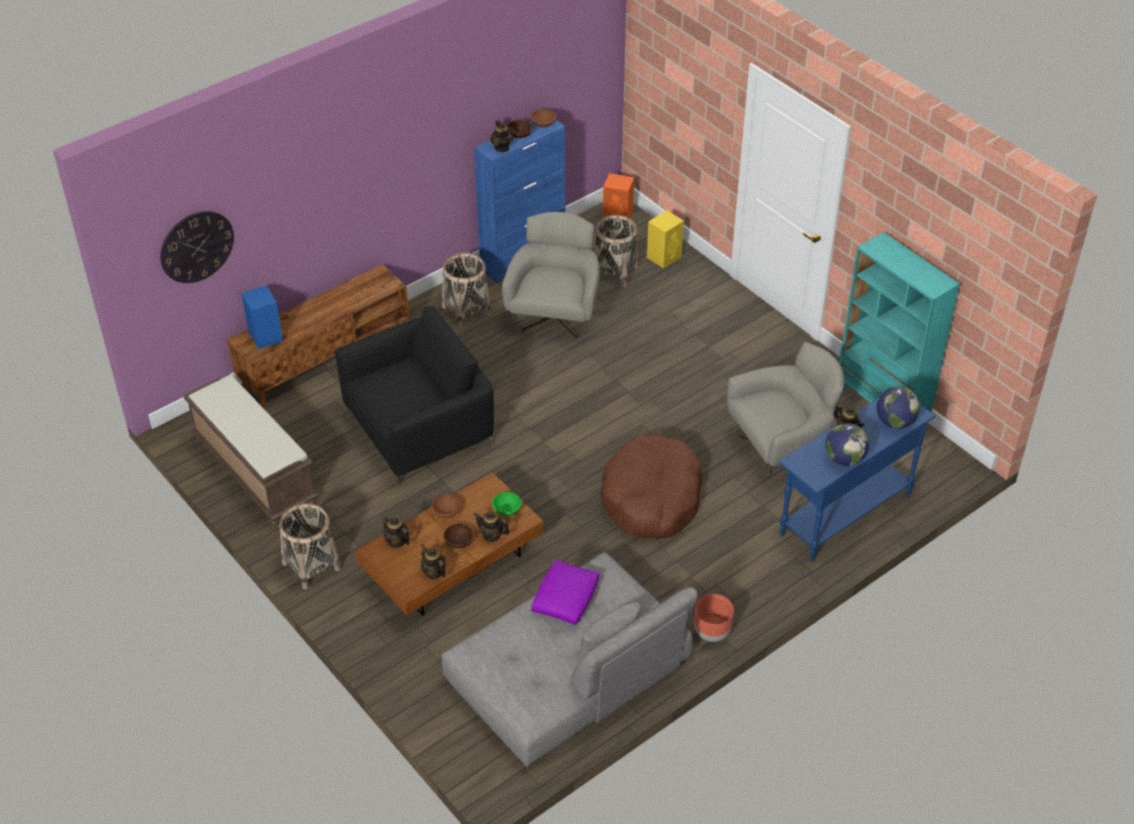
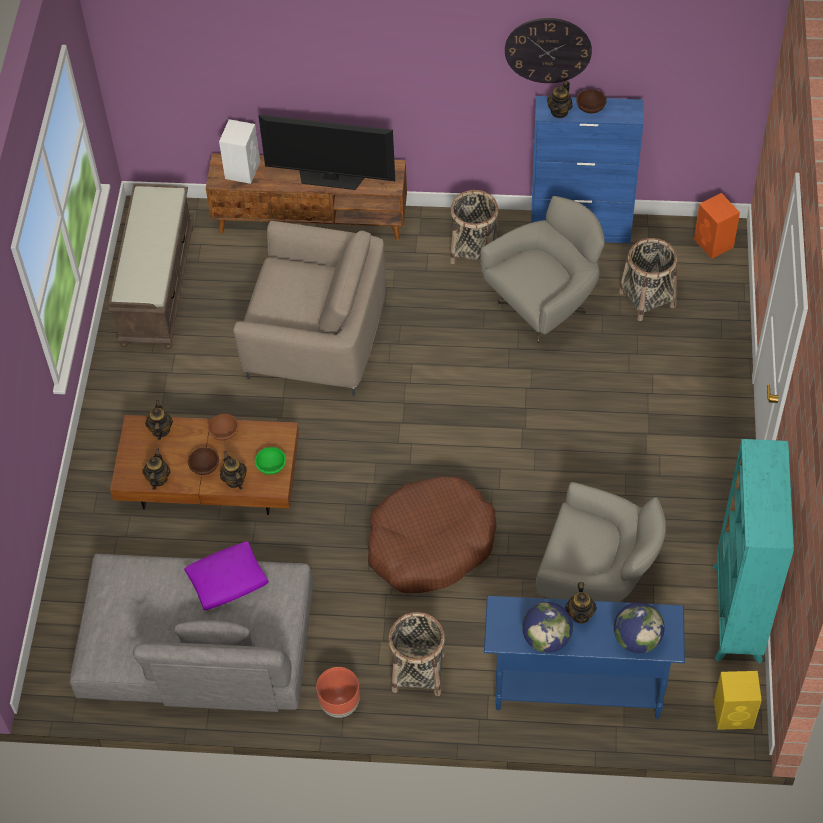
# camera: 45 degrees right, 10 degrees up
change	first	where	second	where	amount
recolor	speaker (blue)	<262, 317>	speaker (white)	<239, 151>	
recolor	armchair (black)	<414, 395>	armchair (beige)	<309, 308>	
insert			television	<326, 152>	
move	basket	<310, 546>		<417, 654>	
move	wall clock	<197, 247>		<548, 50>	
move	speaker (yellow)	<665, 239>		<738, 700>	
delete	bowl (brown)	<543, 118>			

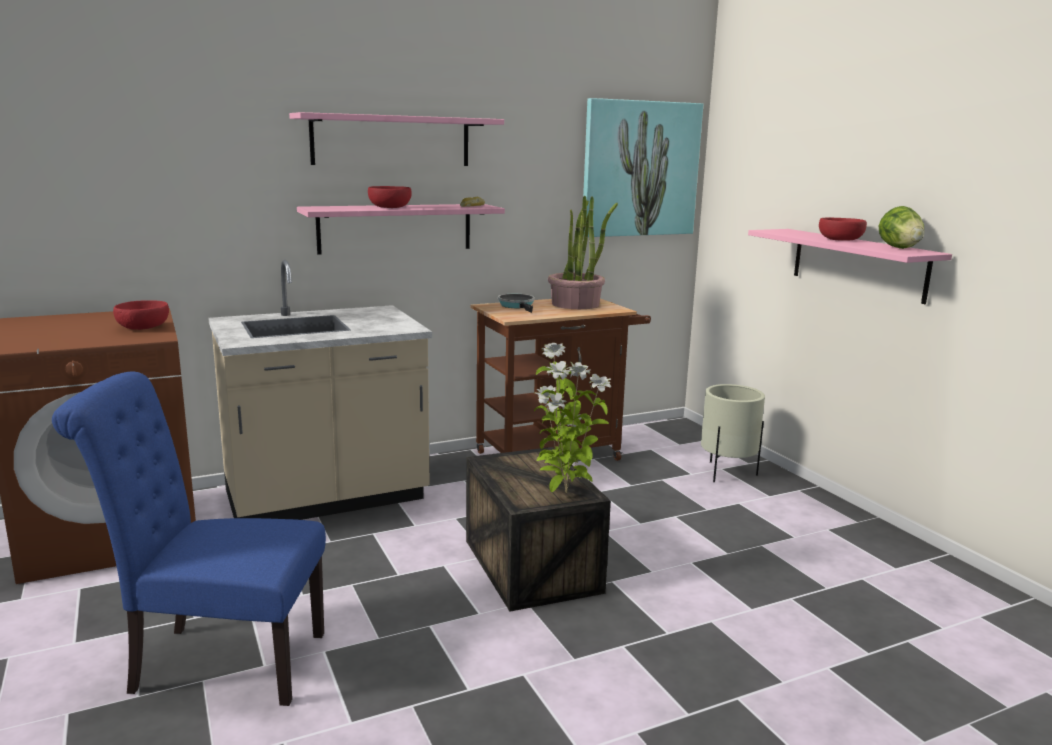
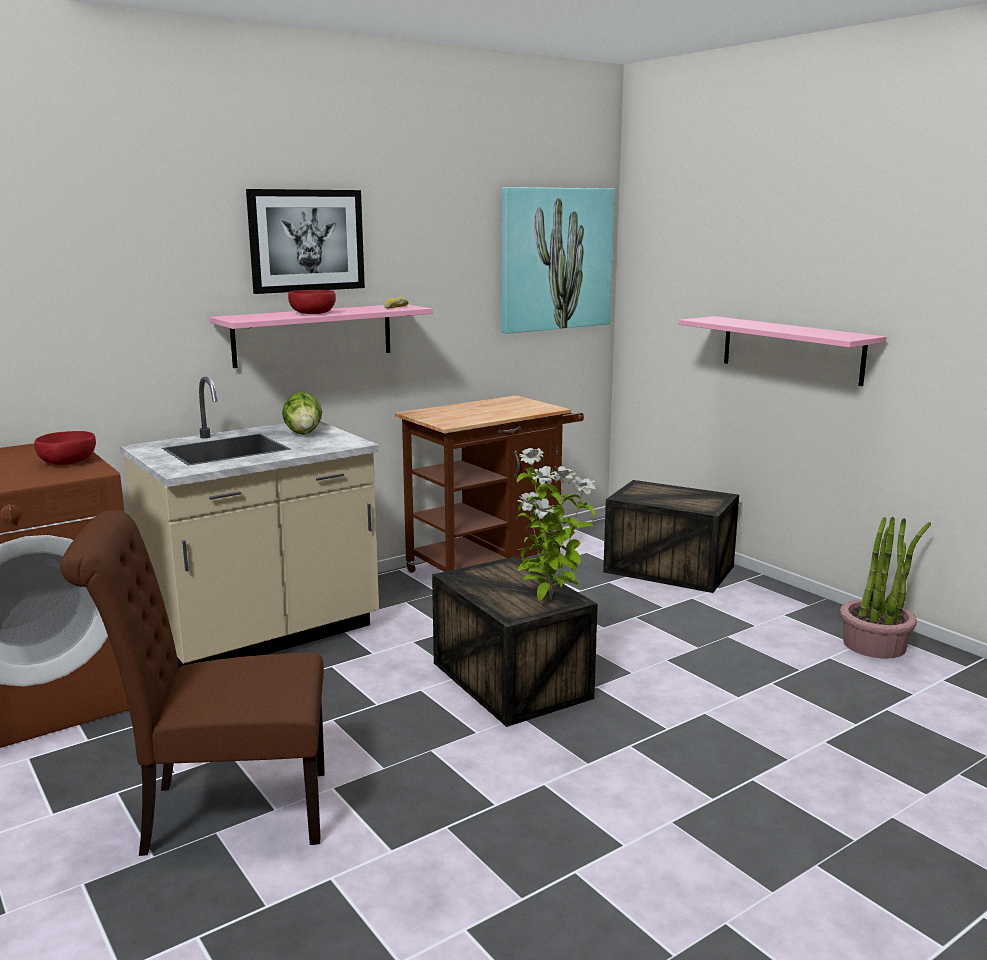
# camera: 10 degrees left, 0 degrees up
change	first	where	second	where	amount
recolor	chair (blue)	<189, 539>	chair (brown)	<192, 683>	
replace	shelf (pink)	<396, 139>	picture	<305, 241>	
move	lettuce	<901, 227>		<302, 413>	
replace	planter (beige)	<733, 433>	crate	<671, 536>	
move	potted plant	<583, 252>		<885, 588>	
delete	frying pan	<516, 303>			
delete	bowl (red)	<843, 229>			

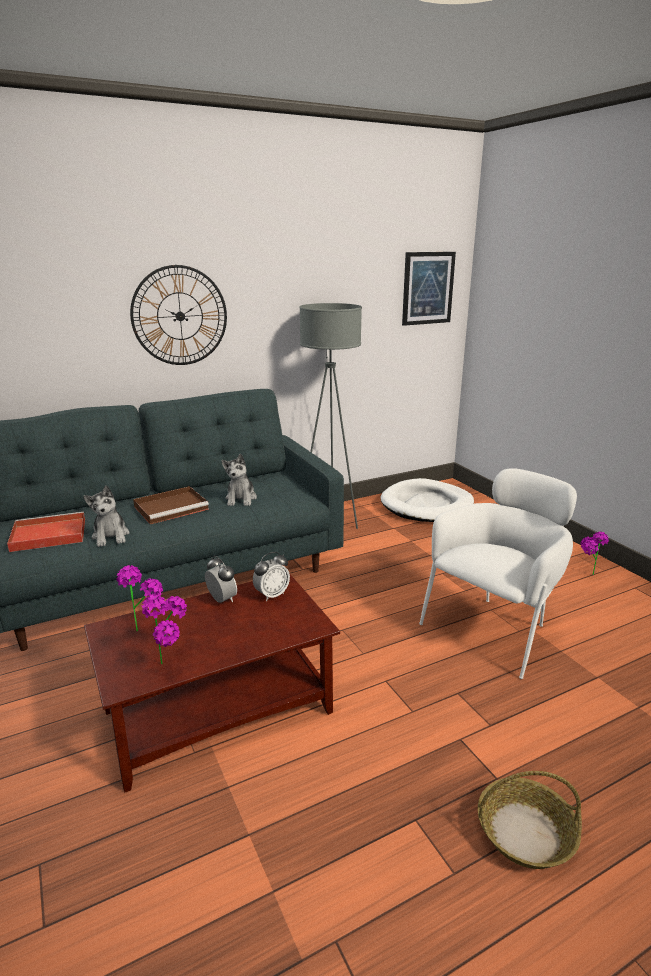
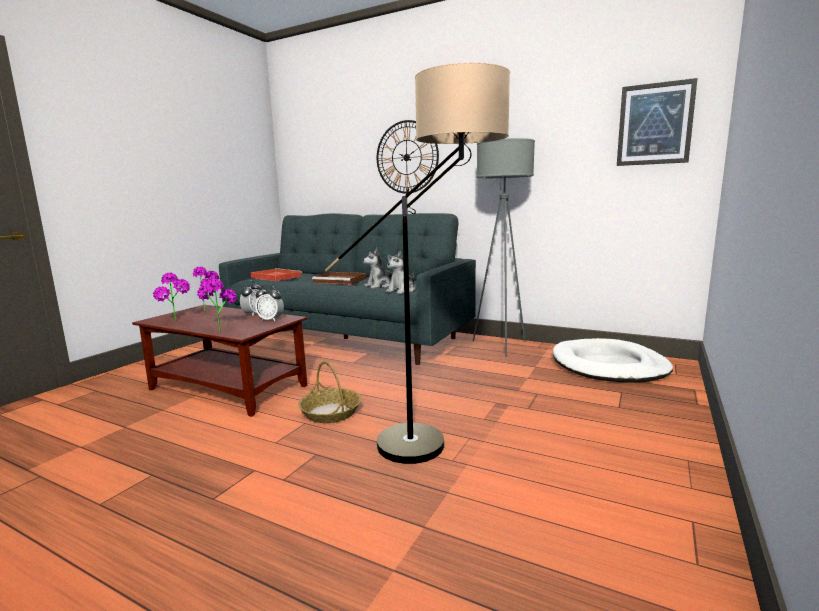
# camera: 55 degrees right, 10 degrees down
change	first	where	second	where	amount
move	potted plant	<595, 553>		<217, 305>	
move	basket	<530, 820>		<329, 392>	
replace	armchair (white)	<498, 573>	floor lamp	<417, 263>	
move	plush toy	<106, 516>		<400, 272>	

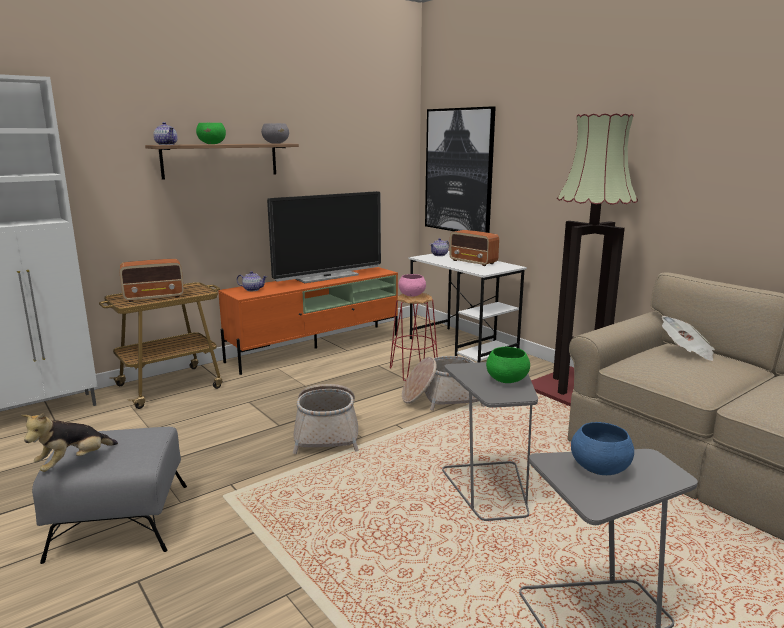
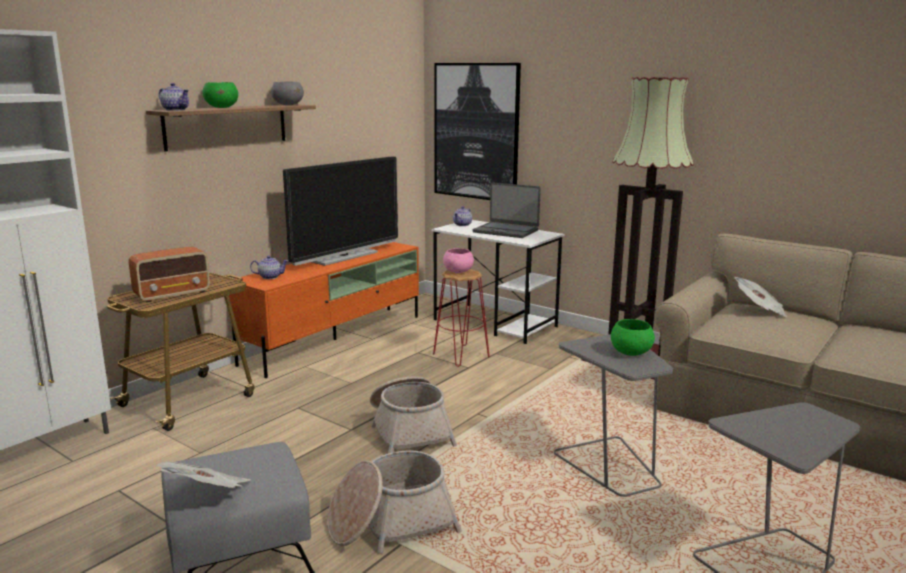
# camera: 15 degrees left, 0 degrees up
change	first	where	second	where	amount
replace	plush toy	<69, 442>	newspaper	<204, 474>	
move	basket	<443, 383>		<394, 502>	
replace	radio	<474, 248>	laptop	<507, 210>	
delete	bowl (blue)	<602, 448>			

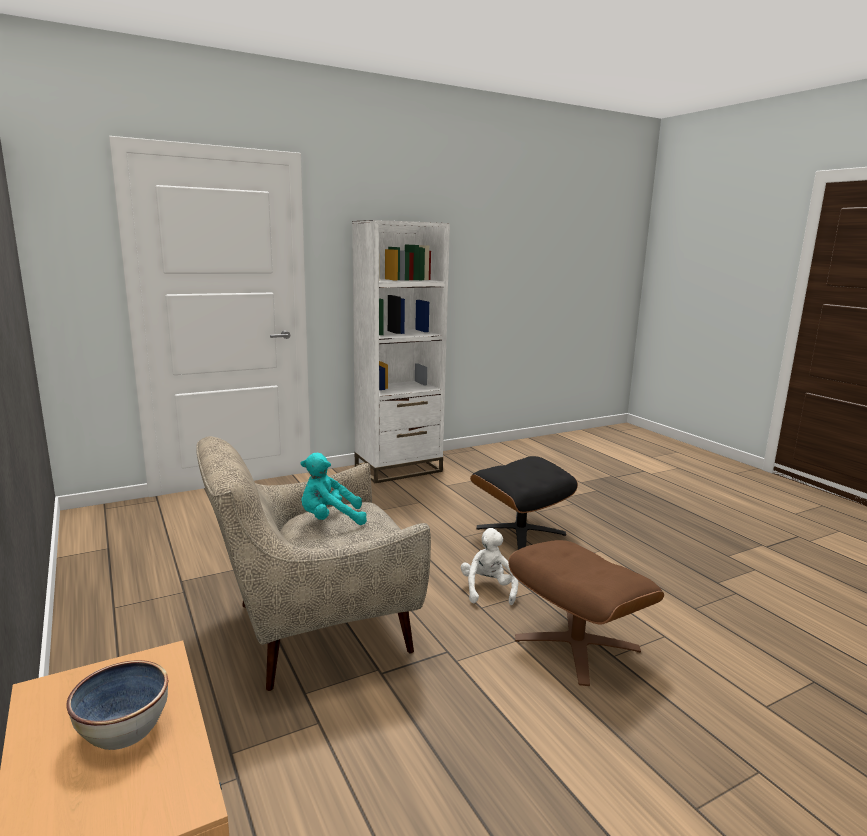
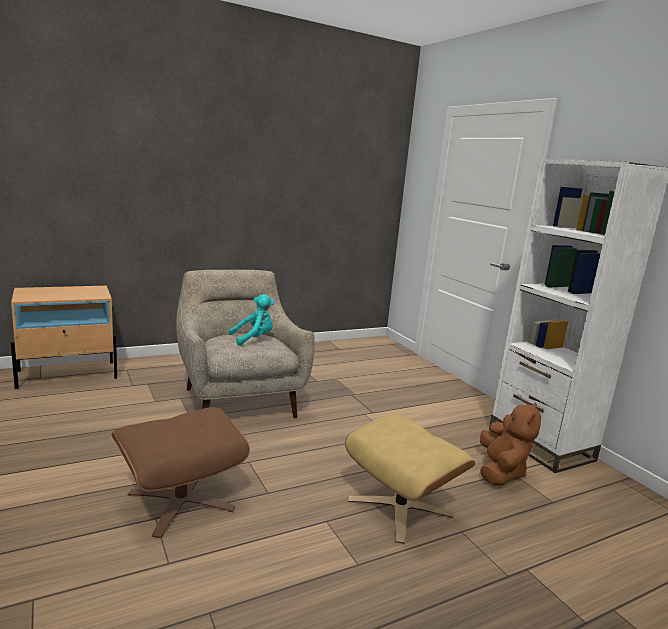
# camera: 90 degrees right, 0 degrees up
change	first	where	second	where	amount
rotate	plush toy (turquoise)	<334, 489>		<251, 320>	75 degrees clockwise
recolor	ottoman (black)	<524, 503>	ottoman (beige)	<410, 478>	
insert			plush toy (brown)	<510, 444>	
delete	bowl	<117, 705>			
delete	plush toy (white)	<489, 566>			

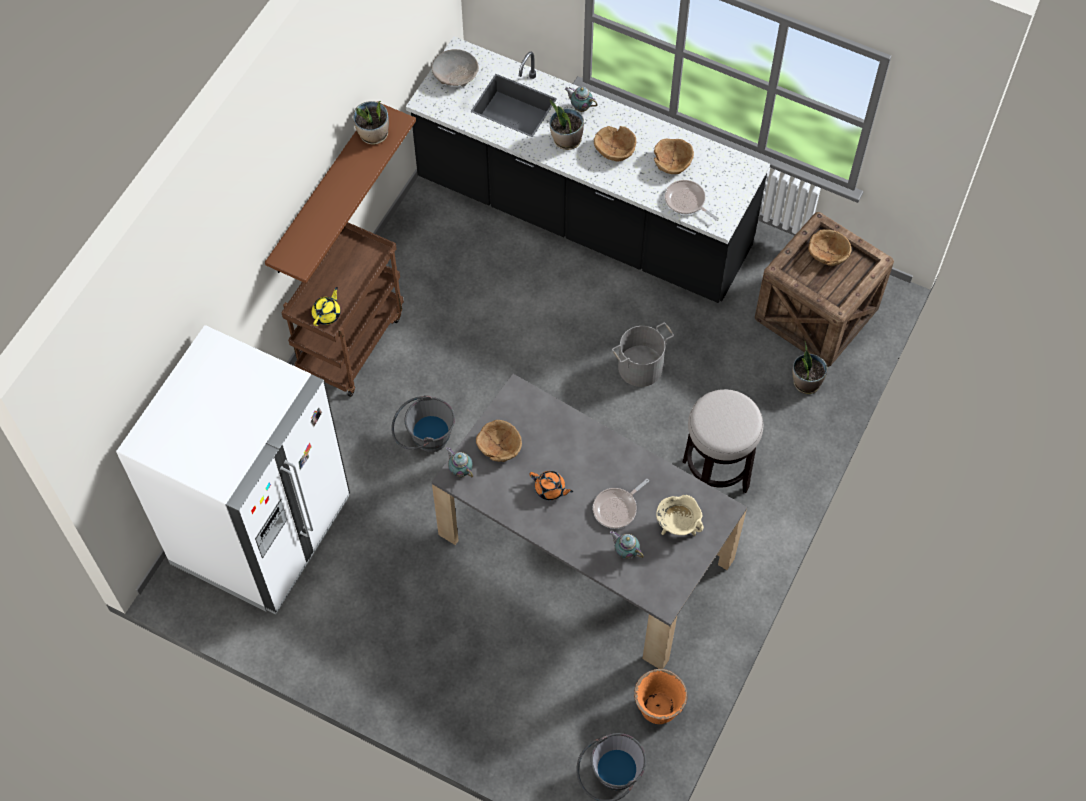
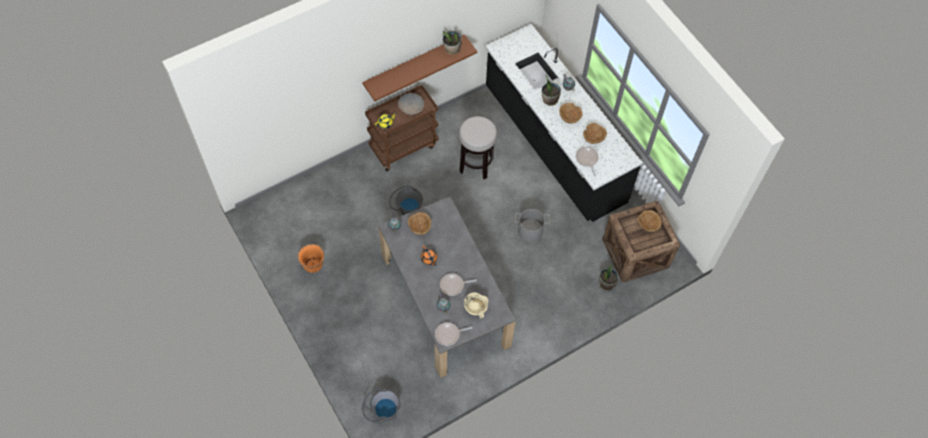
# camera: 30 degrees right, 0 degrees up
change	first	where	second	where	amount
move	planter (orange)	<661, 696>		<311, 258>	
move	bowl (beige)	<455, 68>		<411, 104>	
insert			frying pan	<453, 334>	
move	stool	<723, 441>		<478, 147>	
delete	fridge (white)	<233, 470>			

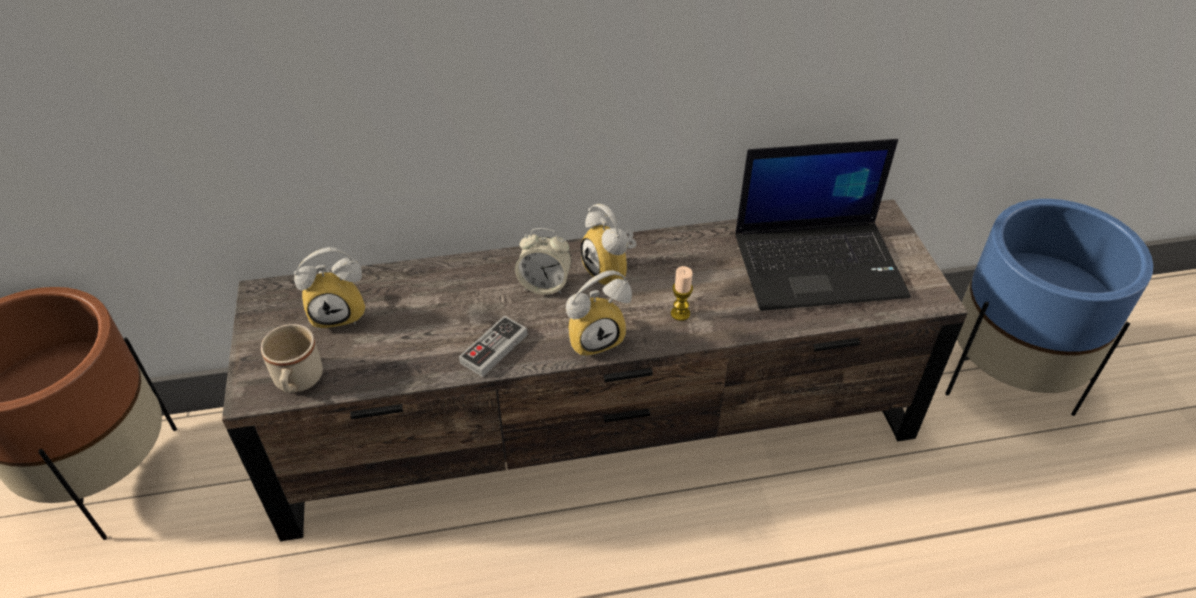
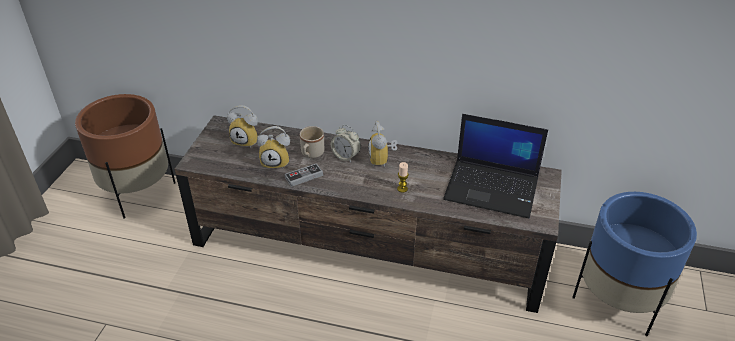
# camera: 25 degrees right, 5 degrees down
change	first	where	second	where	amount
move	alarm clock	<599, 314>		<273, 147>	
move	mug (beige)	<292, 358>		<312, 142>	

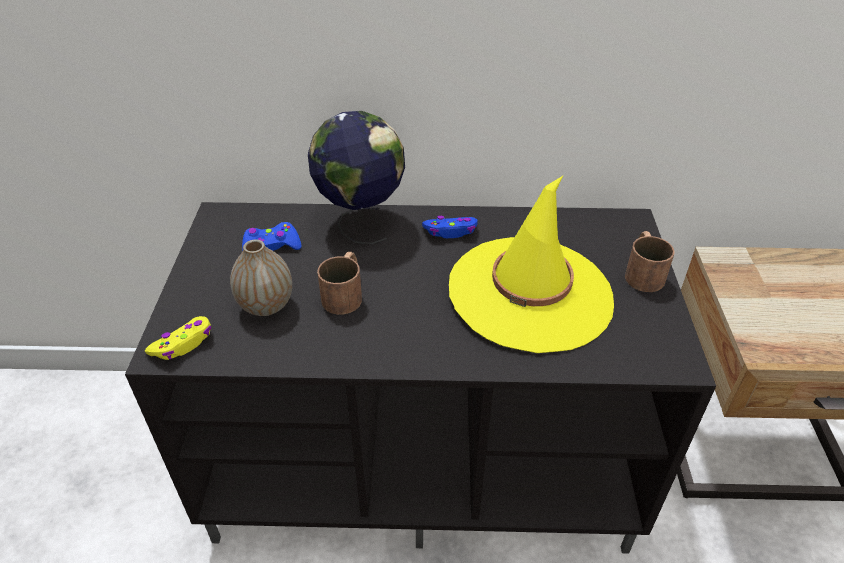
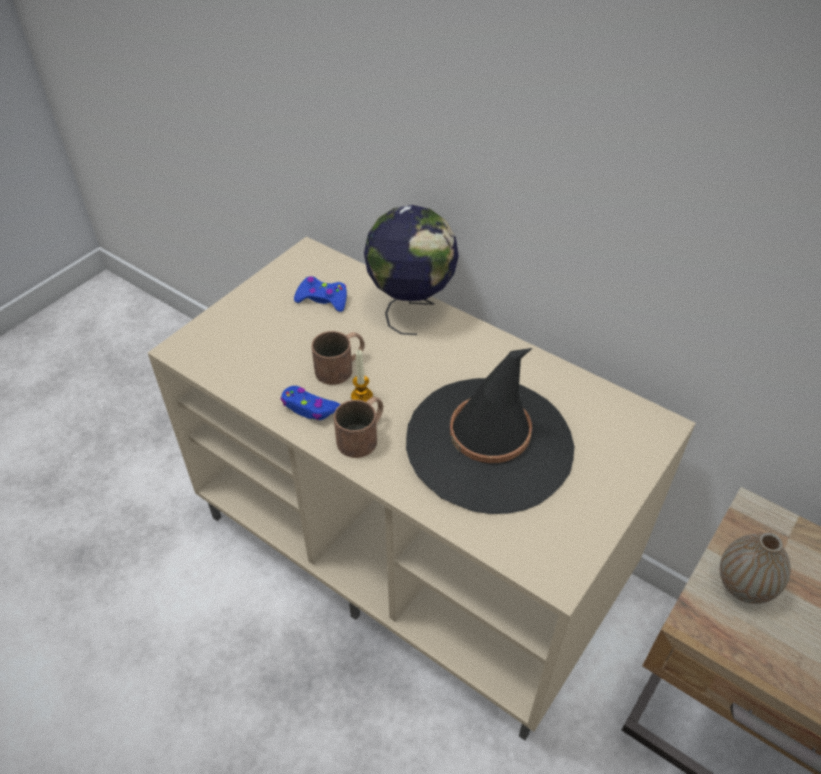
# camera: 35 degrees right, 5 degrees up
change	first	where	second	where	amount
recolor	tv stand (black)	<420, 377>	tv stand (beige)	<422, 488>	
move	game controller (blue)	<449, 227>		<310, 403>	
move	mug (brown)	<650, 261>		<358, 427>	
insert			candle	<362, 375>	
recolor	hat (yellow)	<531, 264>	hat (black)	<490, 431>	
move	vase	<261, 277>		<755, 568>	
delete	game controller (yellow)	<178, 338>			

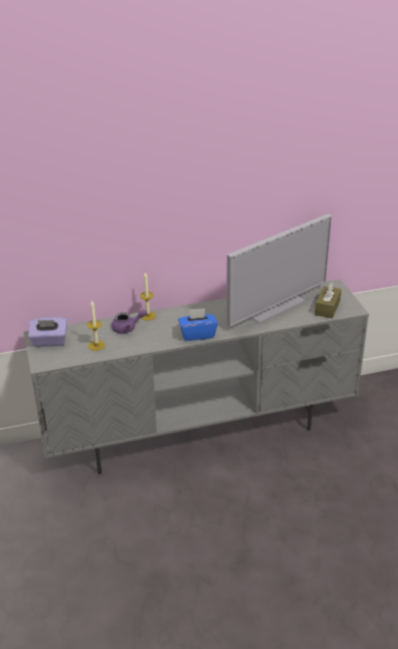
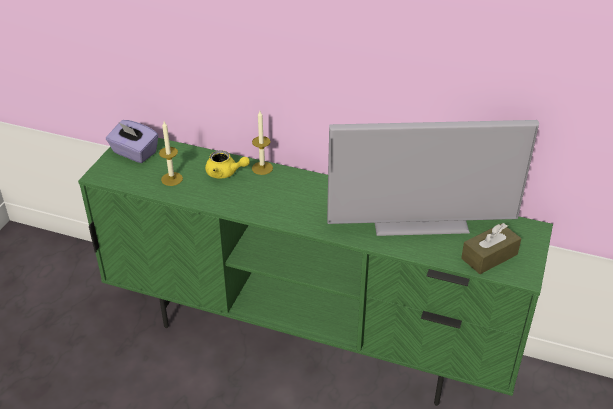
# camera: 35 degrees right, 5 degrees up
change	first	where	second	where	amount
recolor	tv stand (grey)	<196, 376>	tv stand (green)	<315, 272>	
recolor	teapot (purple)	<129, 321>	teapot (yellow)	<227, 164>	
delete	tissue box (blue)	<198, 324>			

